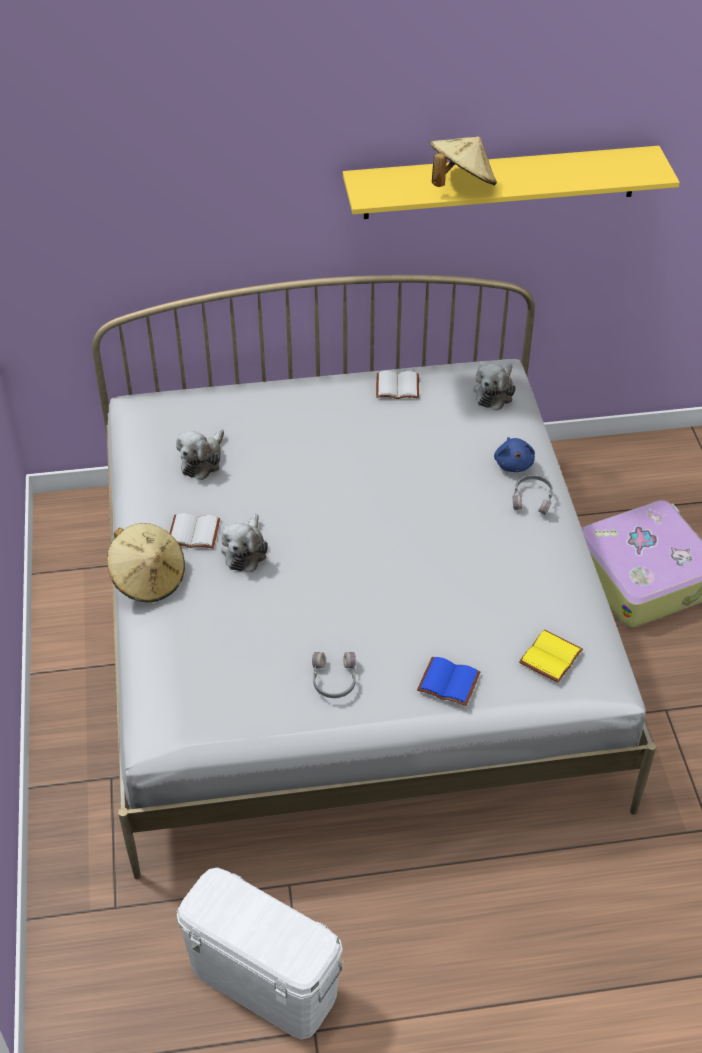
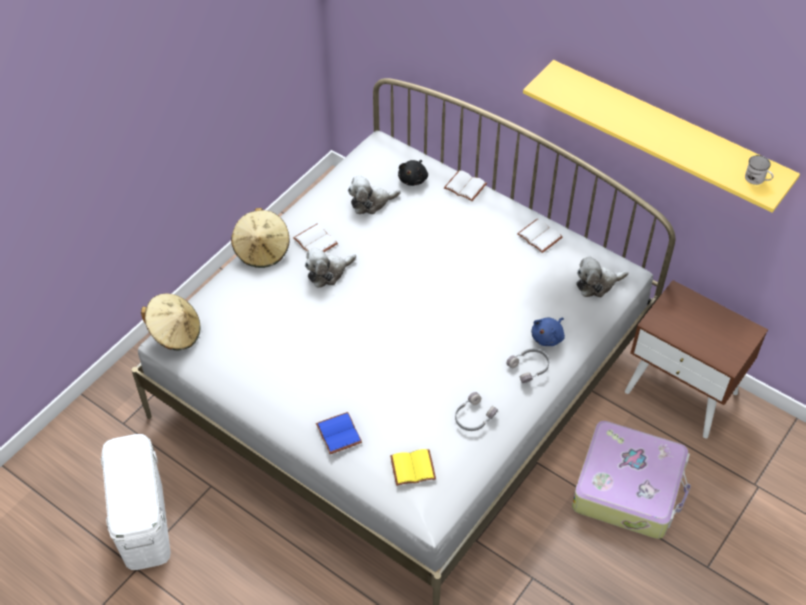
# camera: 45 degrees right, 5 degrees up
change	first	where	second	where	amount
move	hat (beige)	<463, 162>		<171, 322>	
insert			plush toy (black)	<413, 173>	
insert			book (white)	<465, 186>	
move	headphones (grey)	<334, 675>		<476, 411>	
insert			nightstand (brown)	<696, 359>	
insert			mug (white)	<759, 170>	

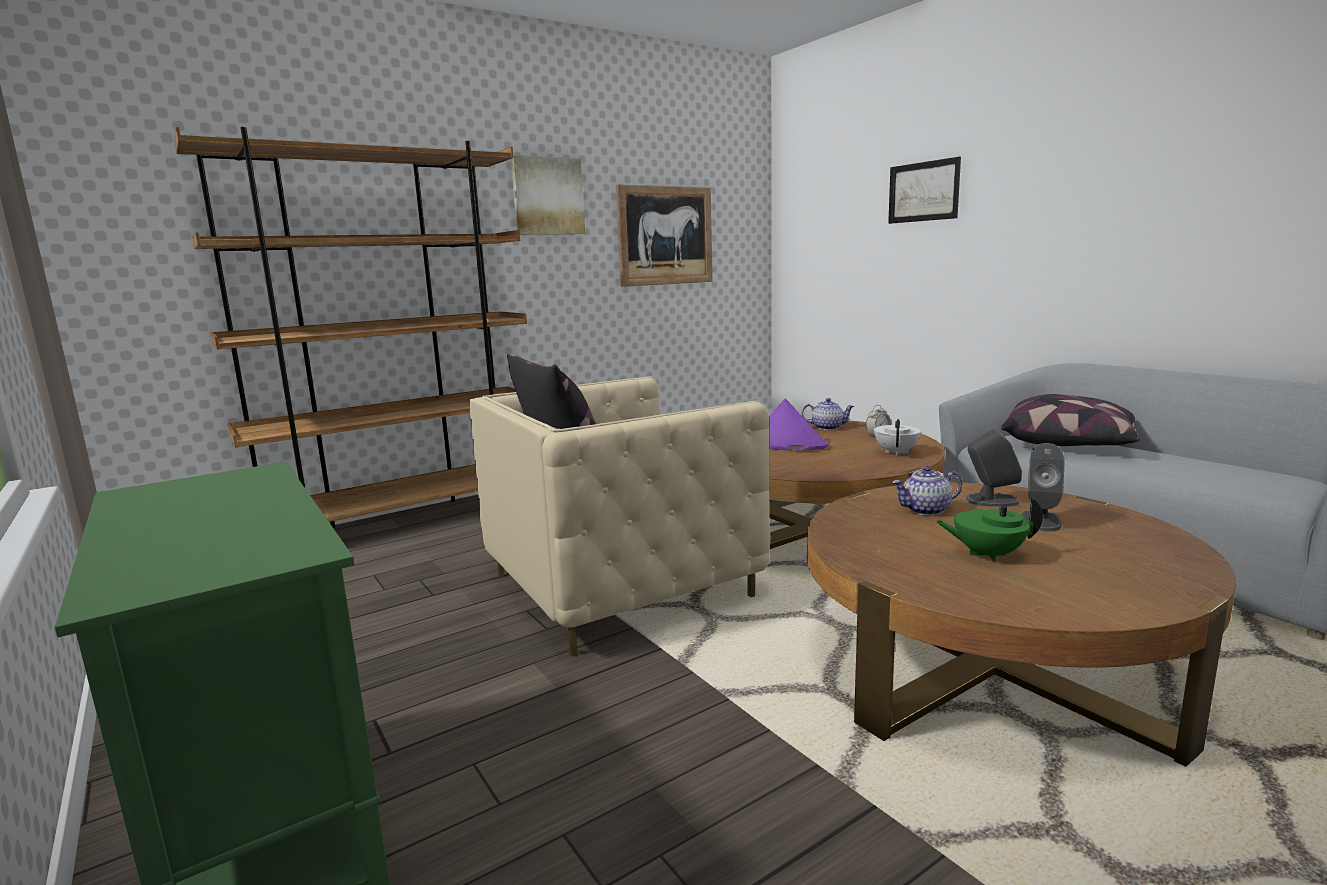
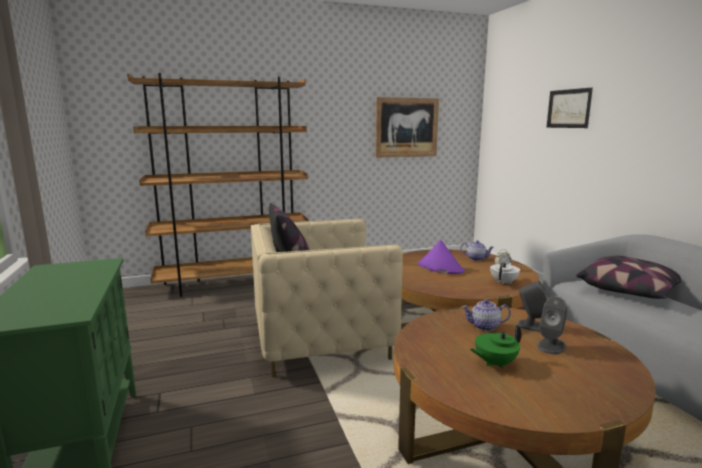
# camera: 15 degrees right, 0 degrees up
change	first	where	second	where	amount
rotate	teapot (green)	<989, 529>		<495, 346>	45 degrees counterclockwise
delete	picture	<548, 195>			

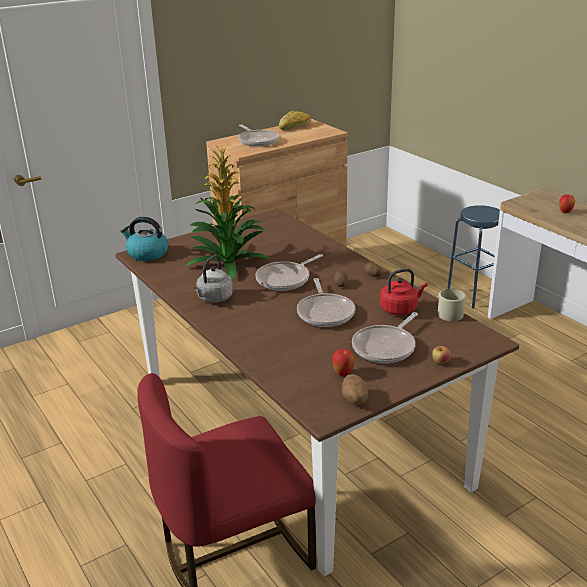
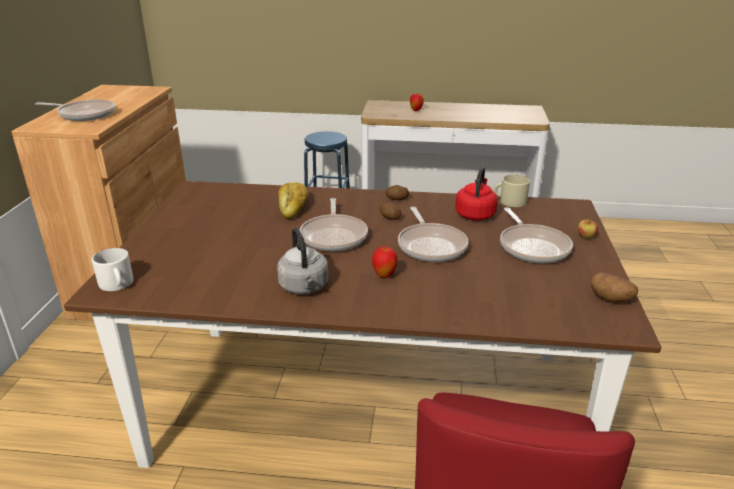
# camera: 50 degrees left, 0 degrees up
change	first	where	second	where	amount
replace	kettle	<144, 239>	mug (white)	<112, 269>	
move	bread	<295, 120>		<293, 200>	
move	apple	<343, 362>		<385, 262>	
rotate	frying pan	<326, 302>		<433, 234>	45 degrees clockwise
delete	potted plant	<227, 211>			

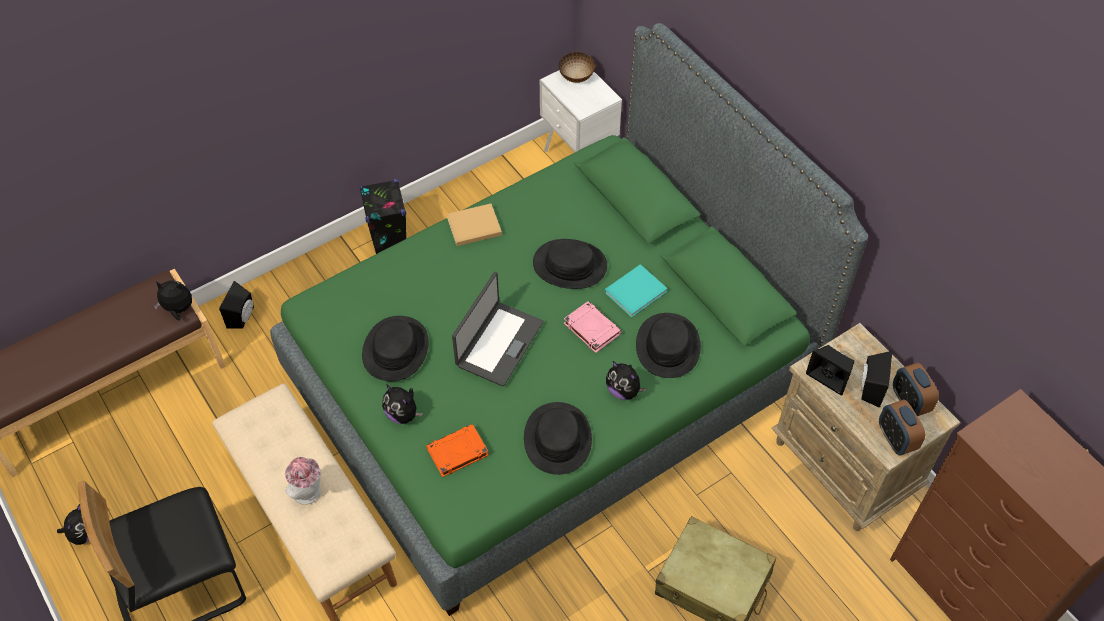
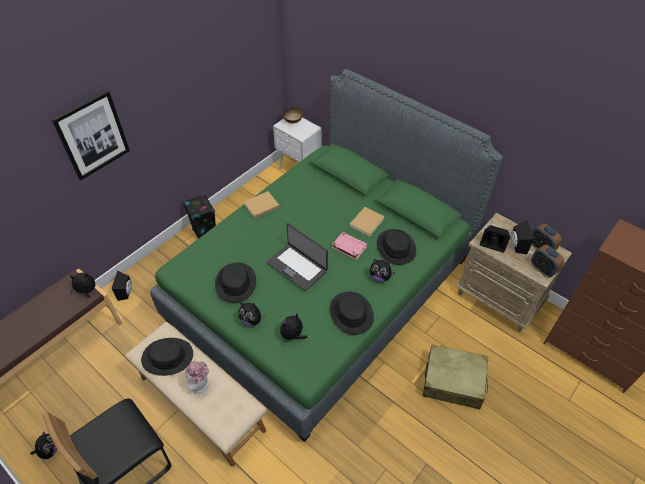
# camera: 15 degrees left, 5 degrees down
change	first	where	second	where	amount
insert			picture	<90, 135>	
move	hat (black)	<570, 264>		<167, 357>	
rotate	laptop	<497, 329>		<297, 257>	120 degrees clockwise
replace	book (orange)	<457, 450>	plush toy	<293, 327>	
recolor	book (turquoise)	<636, 291>	book (beige)	<367, 221>	

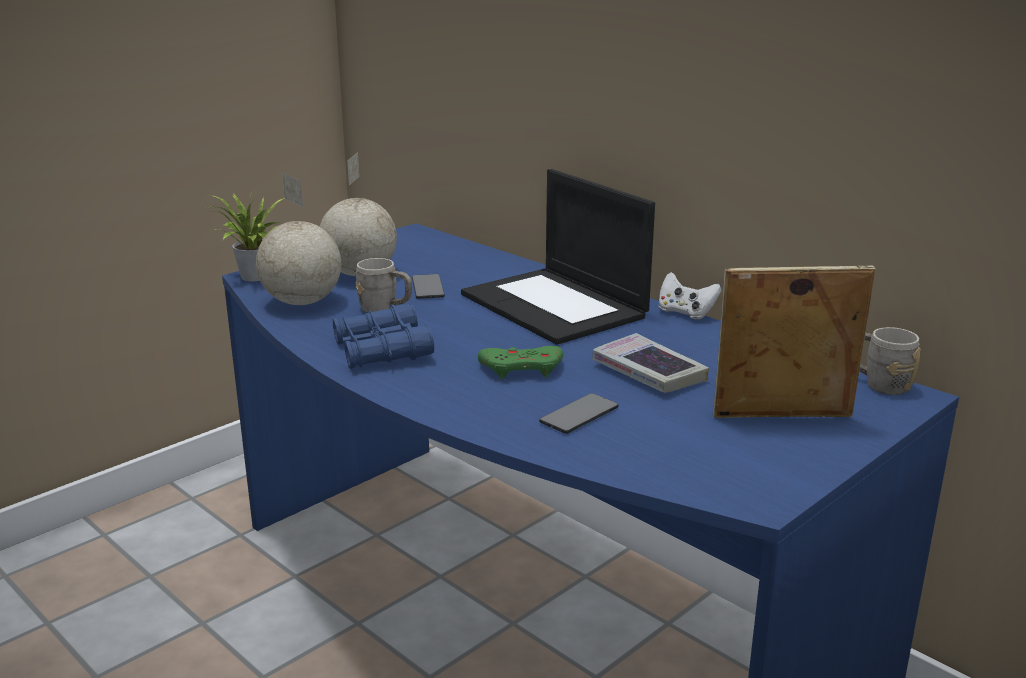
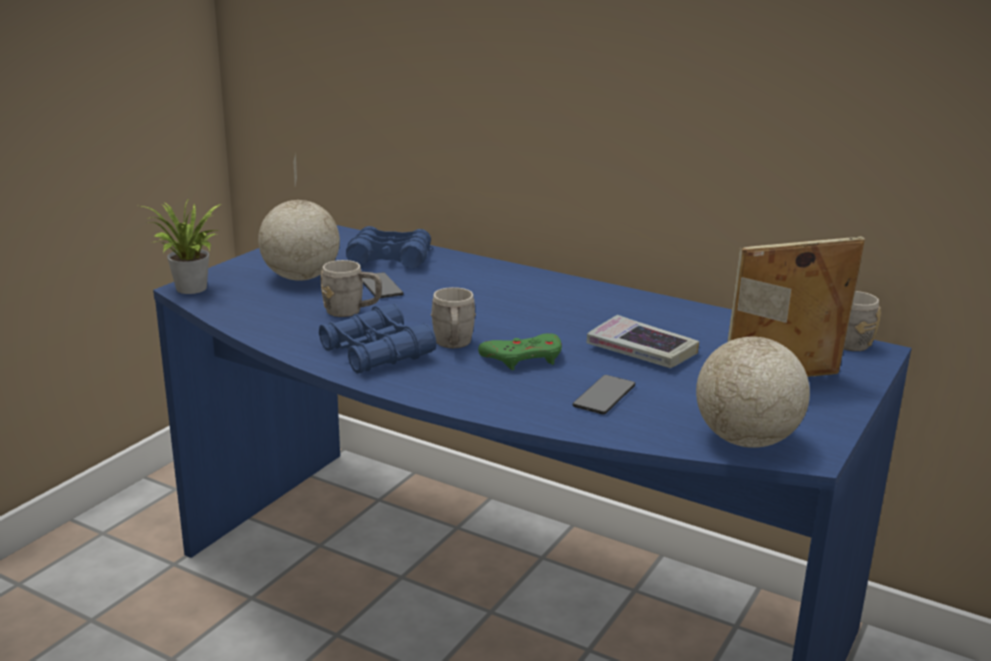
# camera: 15 degrees left, 0 degrees up
change	first	where	second	where	amount
insert			binoculars (blue)	<389, 247>	
insert			mug (grey)	<453, 317>	
move	globe	<298, 239>		<753, 362>	
delete	laptop	<558, 257>			
delete	game controller (white)	<690, 296>			

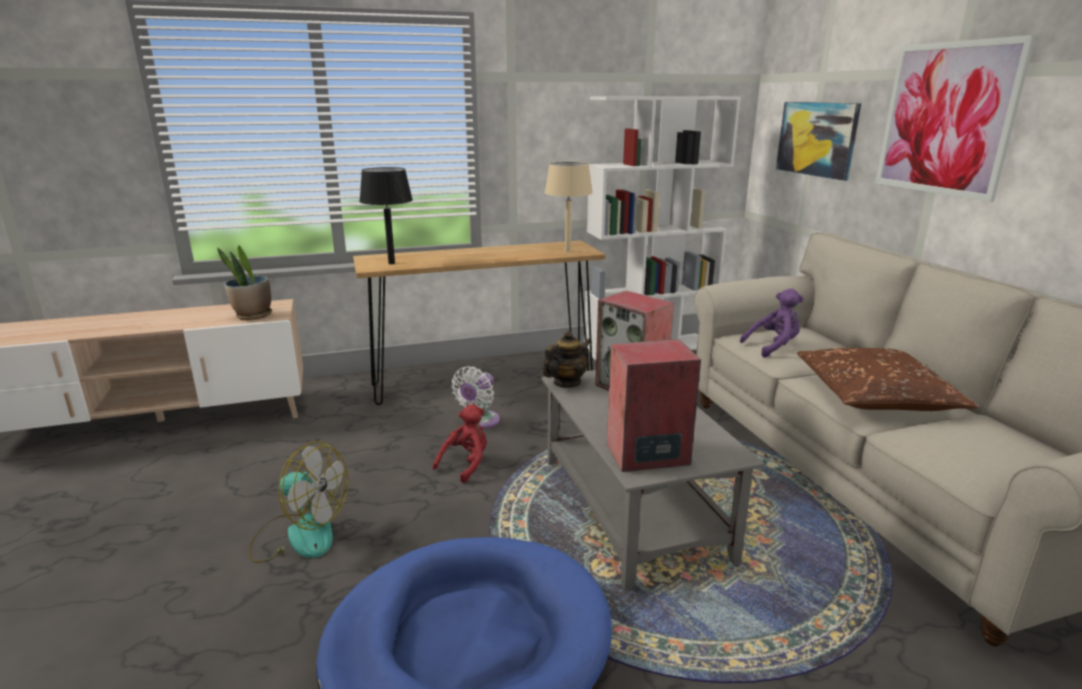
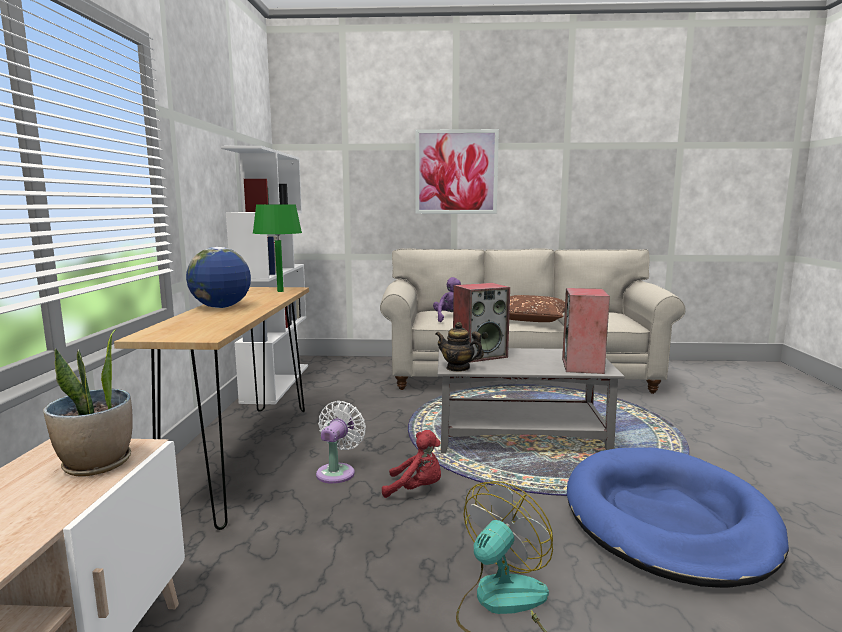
# camera: 70 degrees left, 10 degrees down
change	first	where	second	where	amount
insert			globe	<218, 277>	
recolor	table lamp (beige)	<569, 207>	table lamp (green)	<277, 248>	
rotate	fan (white)	<475, 397>		<341, 442>	120 degrees counterclockwise
rotate	plush toy (red)	<460, 443>		<411, 464>	135 degrees clockwise
rotate	teapot	<567, 359>		<460, 347>	45 degrees counterclockwise
delete	table lamp (black)	<386, 215>			
delete	picture	<818, 141>			

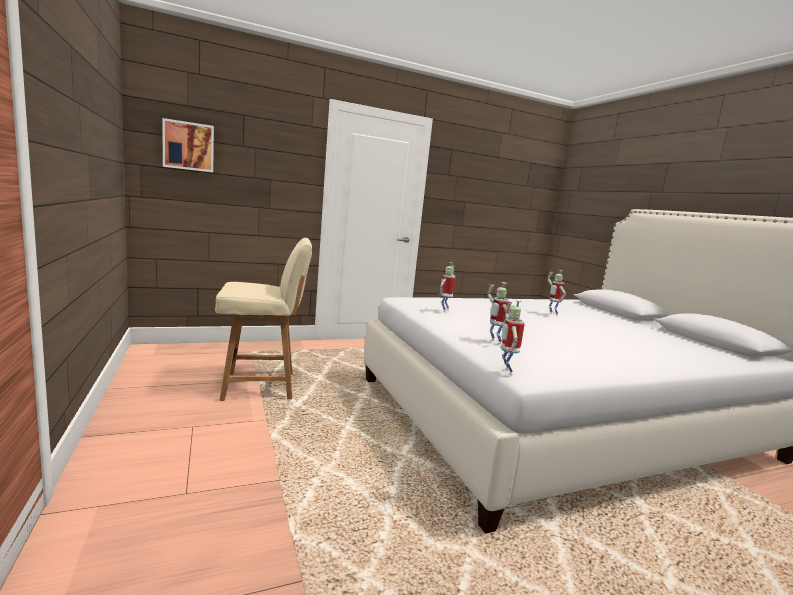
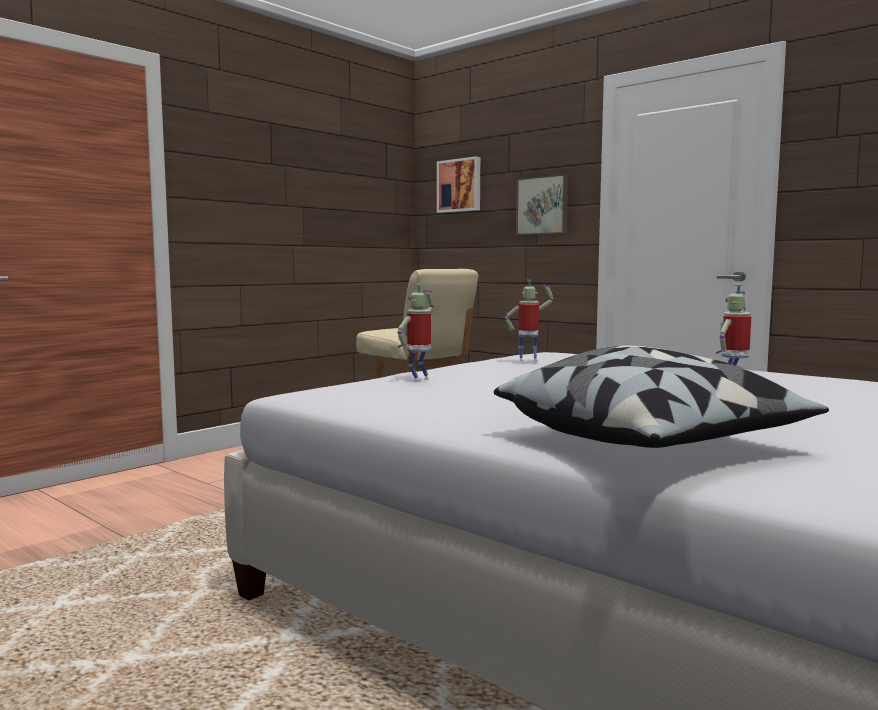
# camera: 65 degrees right, 5 degrees down
change	first	where	second	where	amount
insert			pillow	<661, 396>	
insert			picture	<542, 204>	
delete	toy robot	<513, 337>			

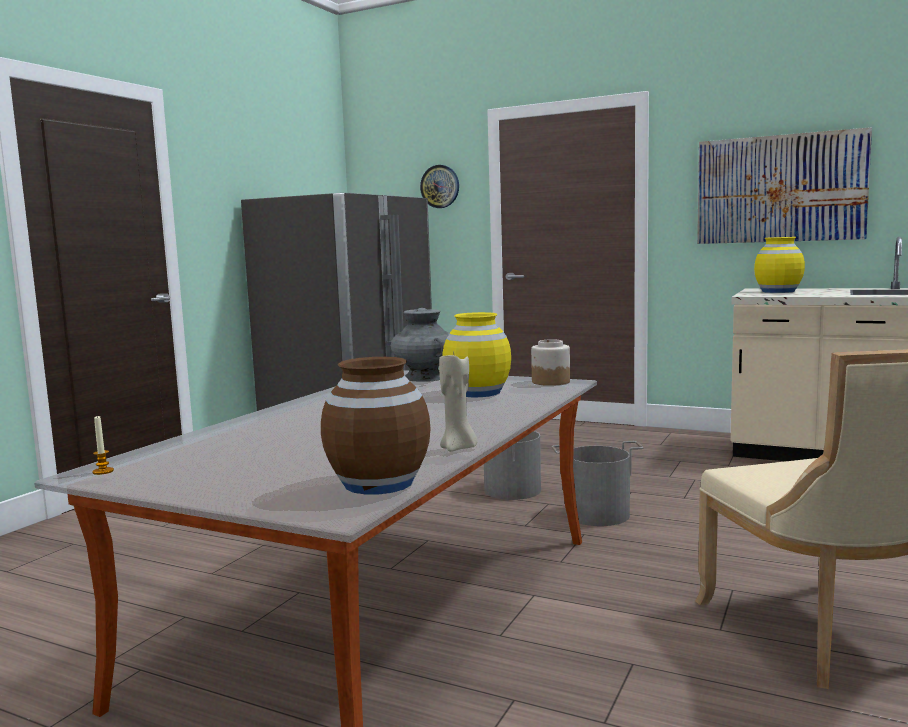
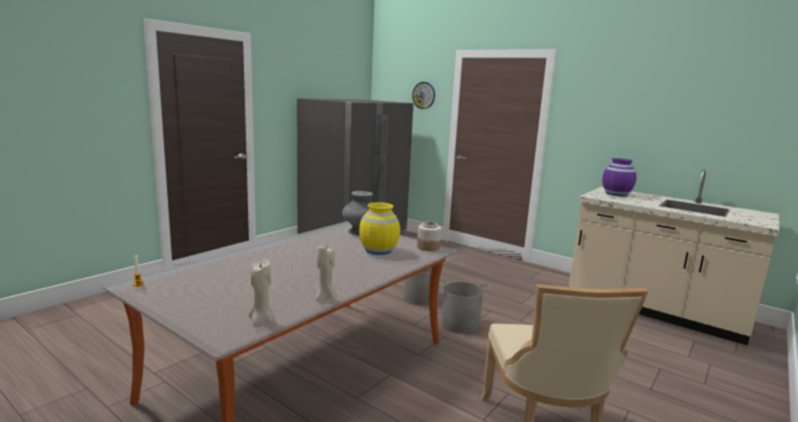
# camera: 10 degrees right, 5 degrees up
change	first	where	second	where	amount
replace	vase (brown)	<376, 425>	candle (beige)	<261, 291>	
recolor	vase (yellow)	<779, 265>	vase (purple)	<619, 177>	
delete	picture	<784, 185>			

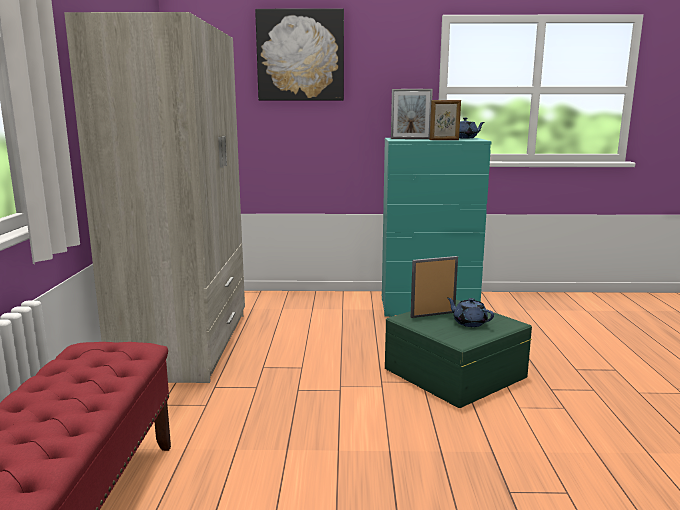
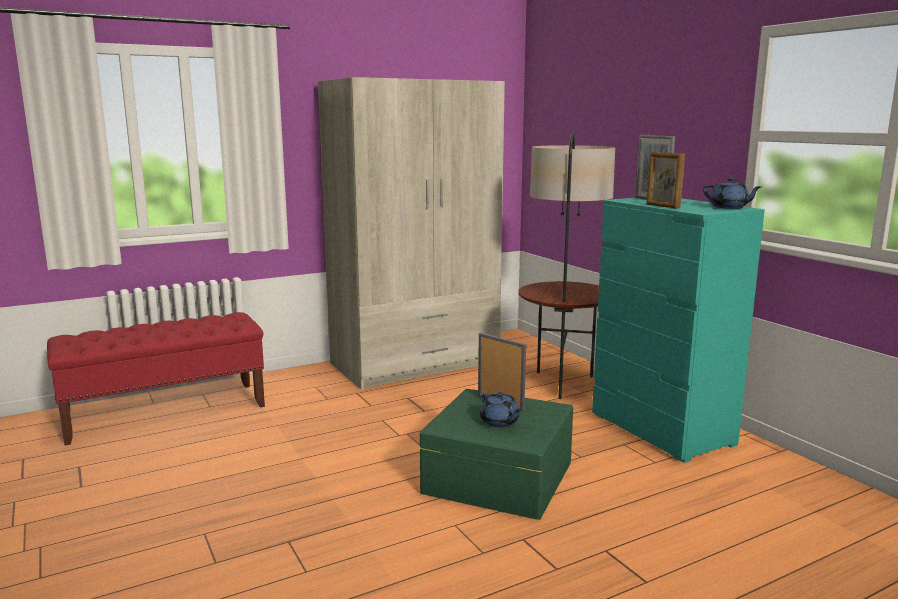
# camera: 60 degrees right, 0 degrees up
change	first	where	second	where	amount
rotate	teapot (blue)	<470, 312>		<500, 409>	135 degrees clockwise
insert			floor lamp	<566, 265>	
delete	picture	<299, 54>			

